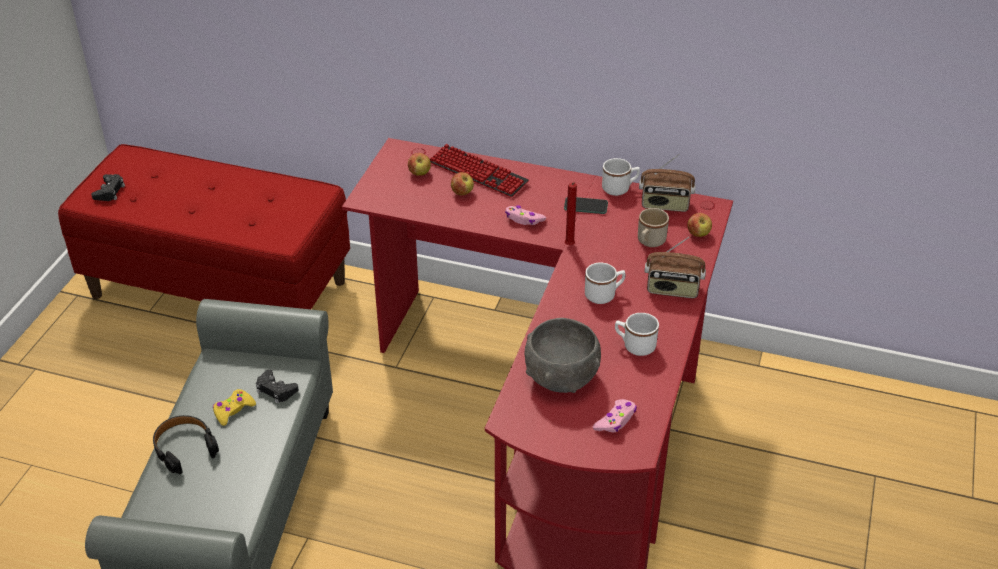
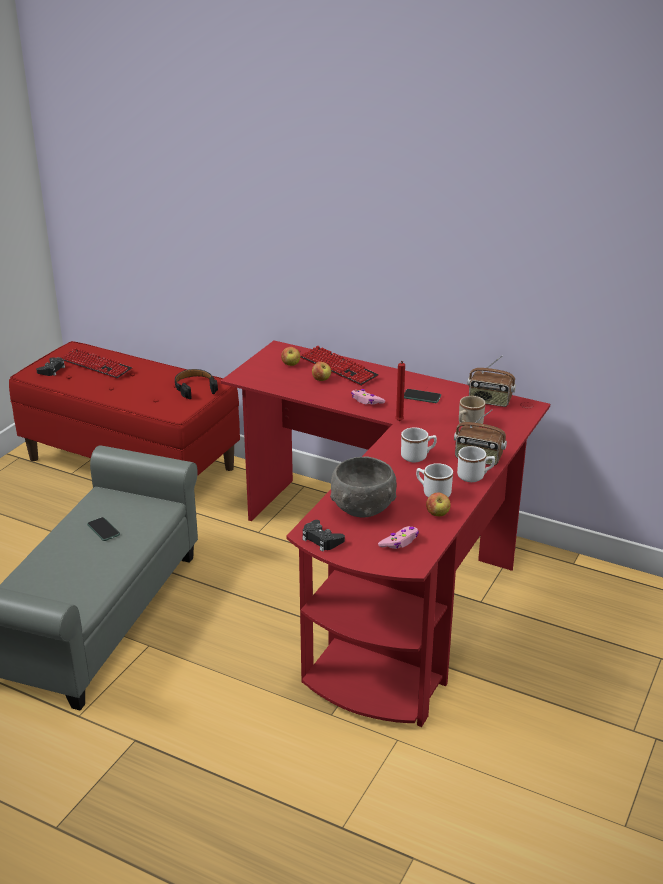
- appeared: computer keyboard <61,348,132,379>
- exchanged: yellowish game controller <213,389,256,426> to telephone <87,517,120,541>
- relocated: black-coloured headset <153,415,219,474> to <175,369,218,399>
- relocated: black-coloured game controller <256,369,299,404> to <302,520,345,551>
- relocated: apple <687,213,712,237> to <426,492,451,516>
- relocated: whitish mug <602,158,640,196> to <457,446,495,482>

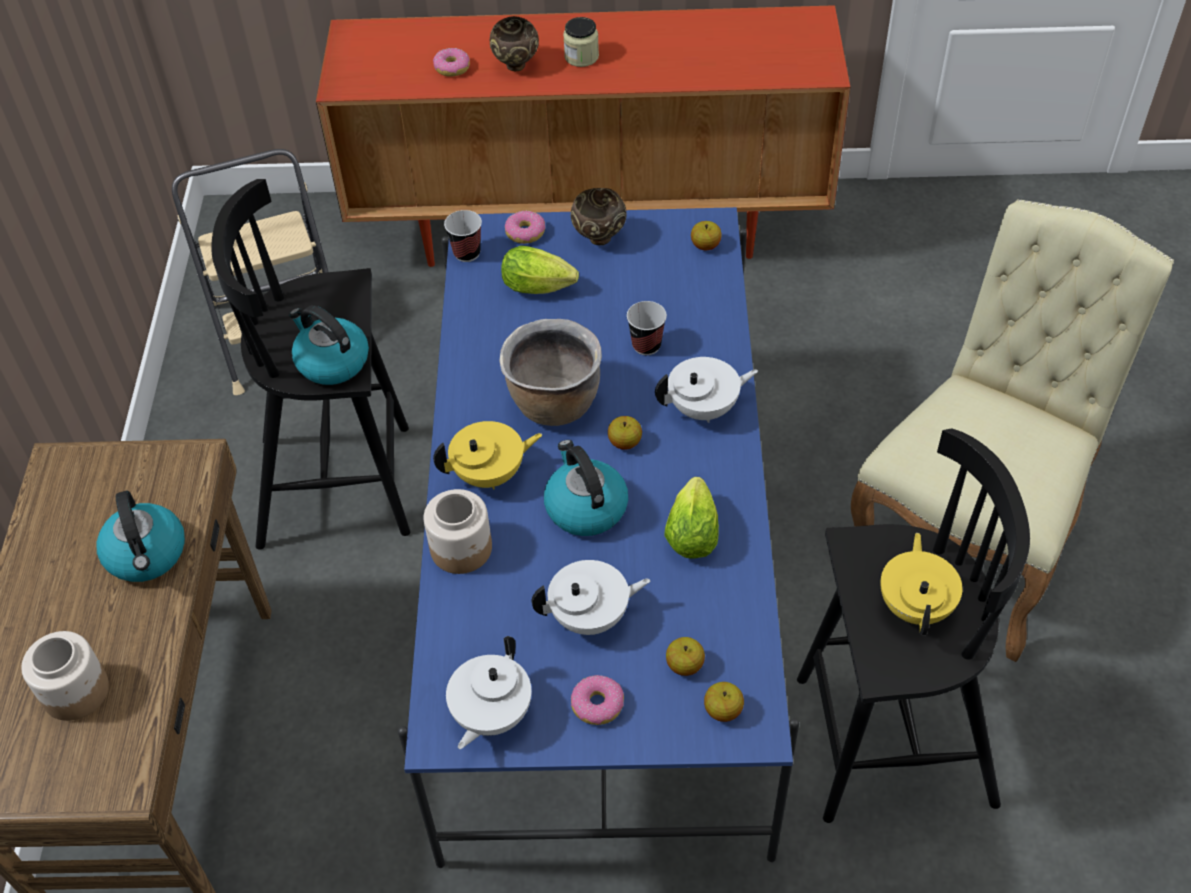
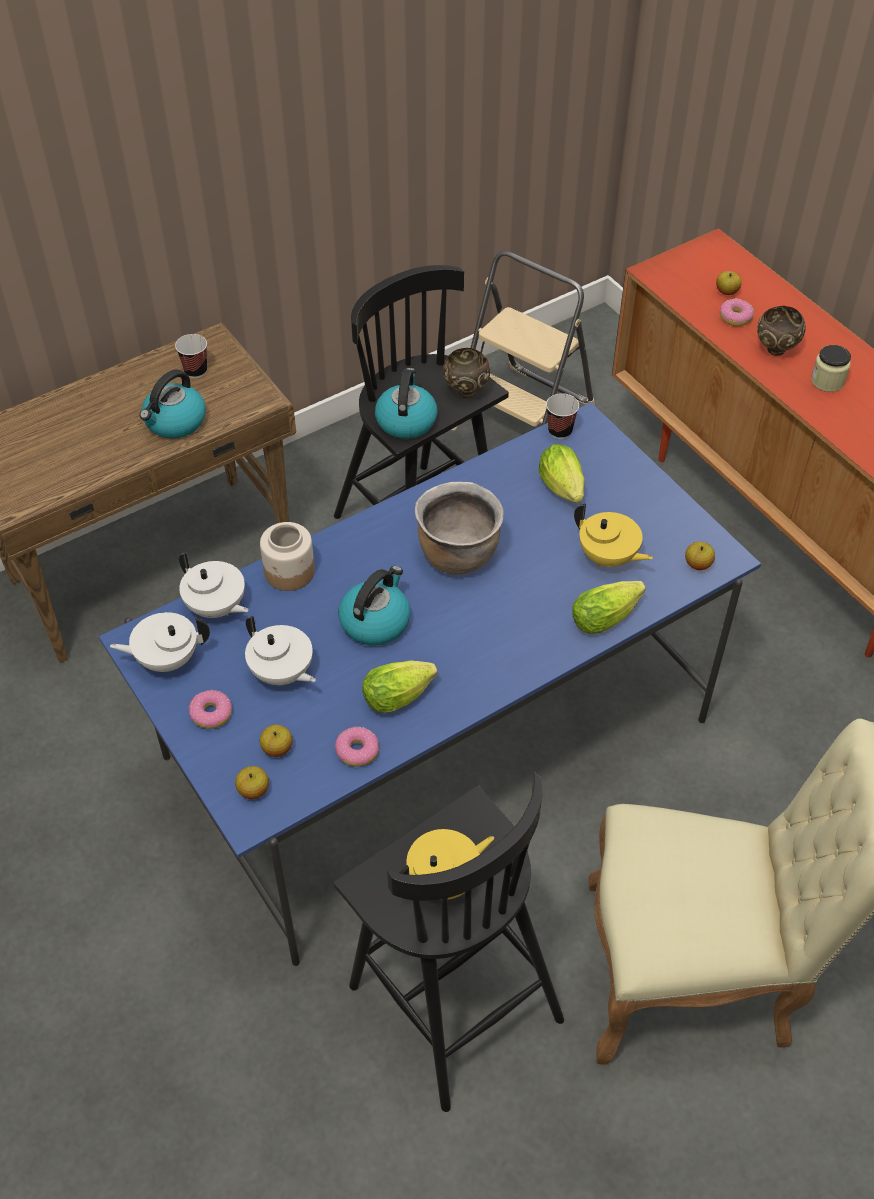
- relocated: cup <627,301,667,355> to <175,334,207,378>
- relocated: whitish teapot <655,357,758,423> to <179,552,248,618>
- relocated: ring doughnut <505,211,545,244> to <335,727,379,767>
- relocated: brownish serving bowl <571,188,627,245> to <443,348,490,398>
- appeared: lettuce head <572,581,646,634>
- relocated: yellowish teapot <433,421,542,489> to <574,504,653,567>
- relocated: apple <608,416,642,450> to <716,271,742,295>
- missing: preserve jar <21,631,109,721>

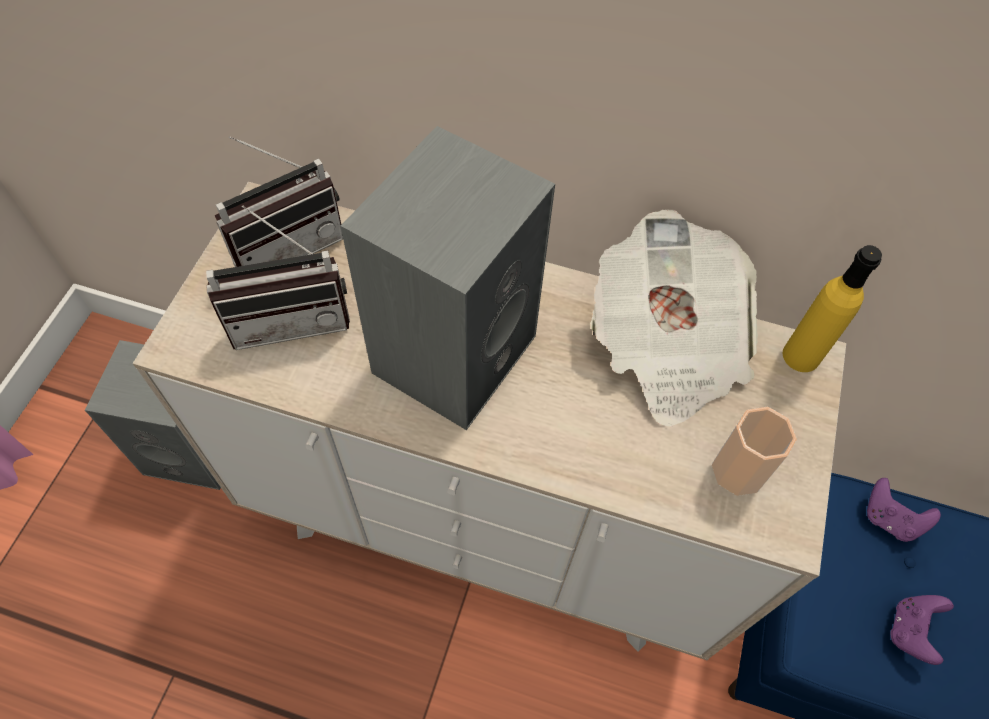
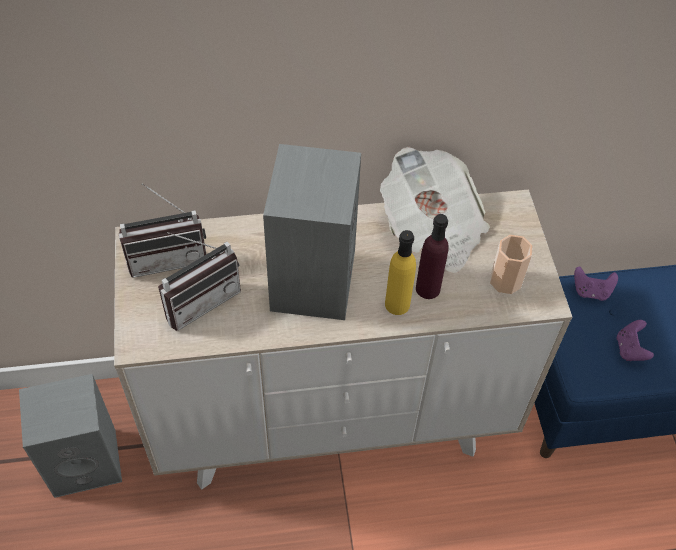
- spun: radio receiver <215,136,343,267> = <119,183,206,278> 45 degrees clockwise
- relocated: yellowish bottle <783,245,882,372> to <385,230,416,315>
- appeared: purple bottle <416,214,448,299>

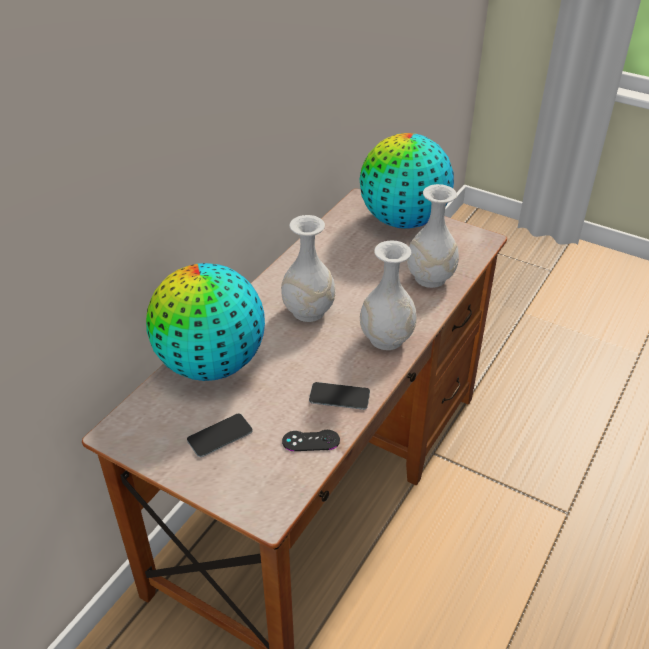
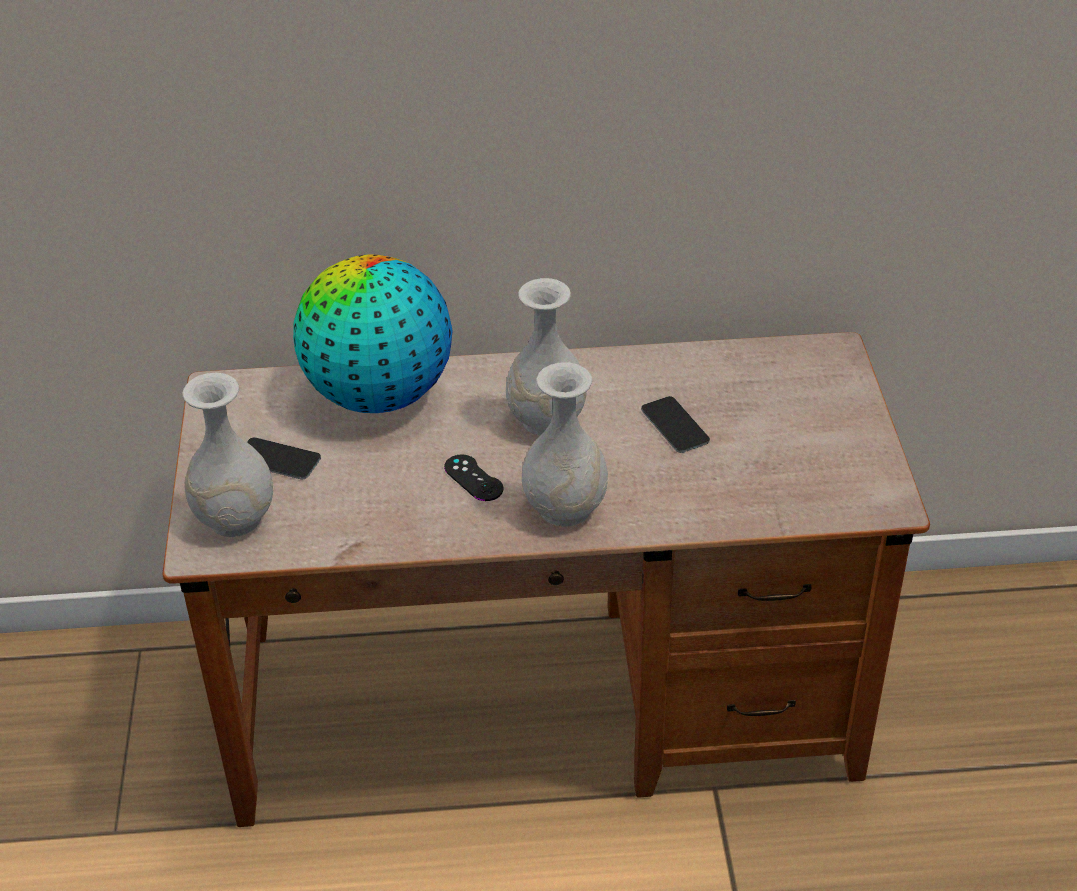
- relocated: whitish flower vase <407,184,459,288> to <183,372,273,537>
- relocated: black-coloured game controller <282,430,340,451> to <444,454,503,501>
- relocated: telephone <309,382,370,410> to <641,396,710,453>
- missing: globe <360,133,454,229>

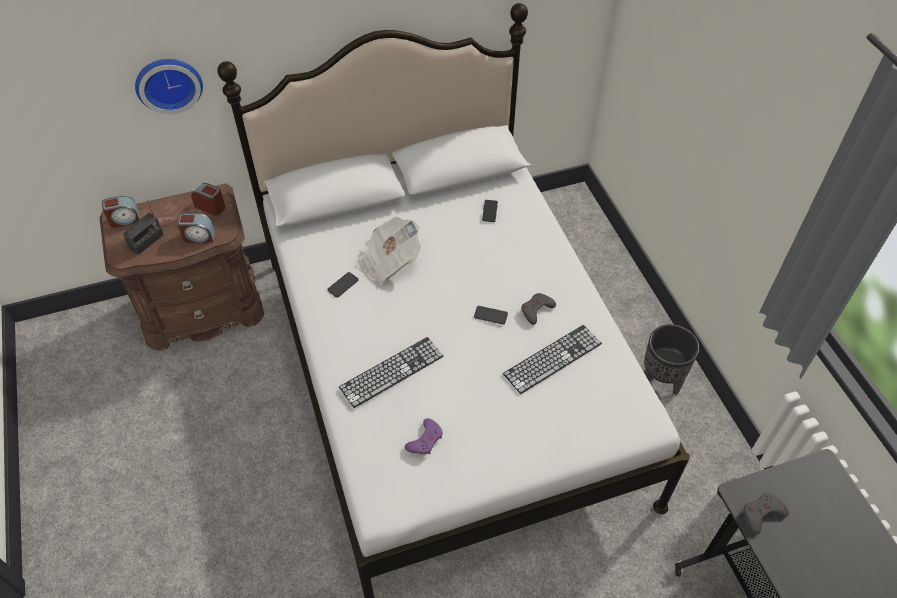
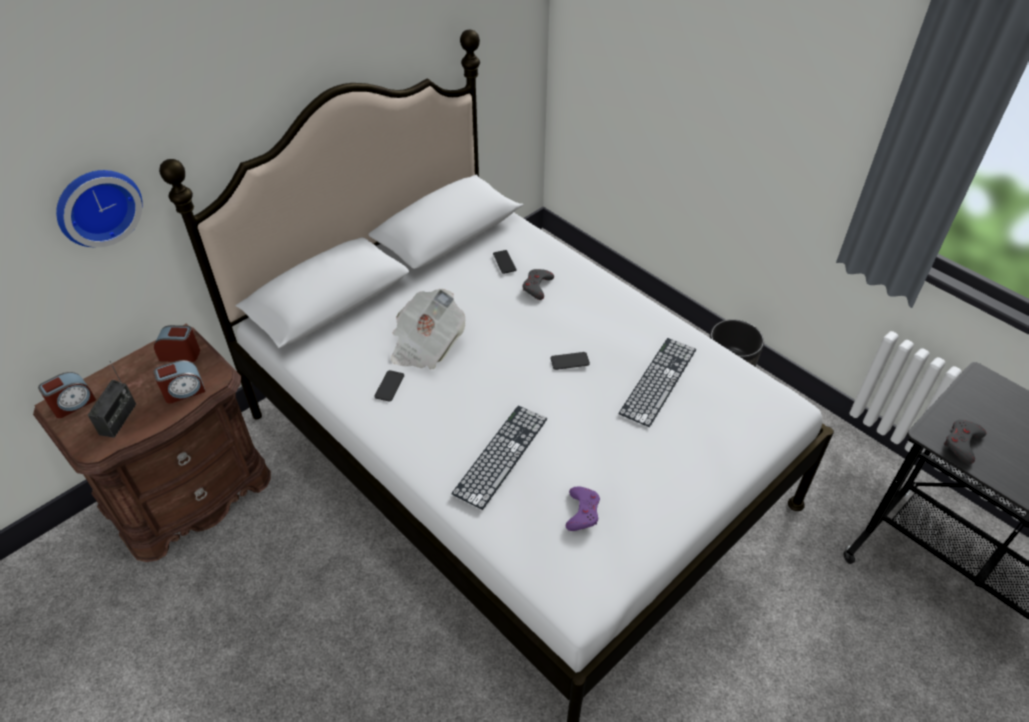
- relocated: greyish game controller <521,293,556,325> to <523,269,554,300>

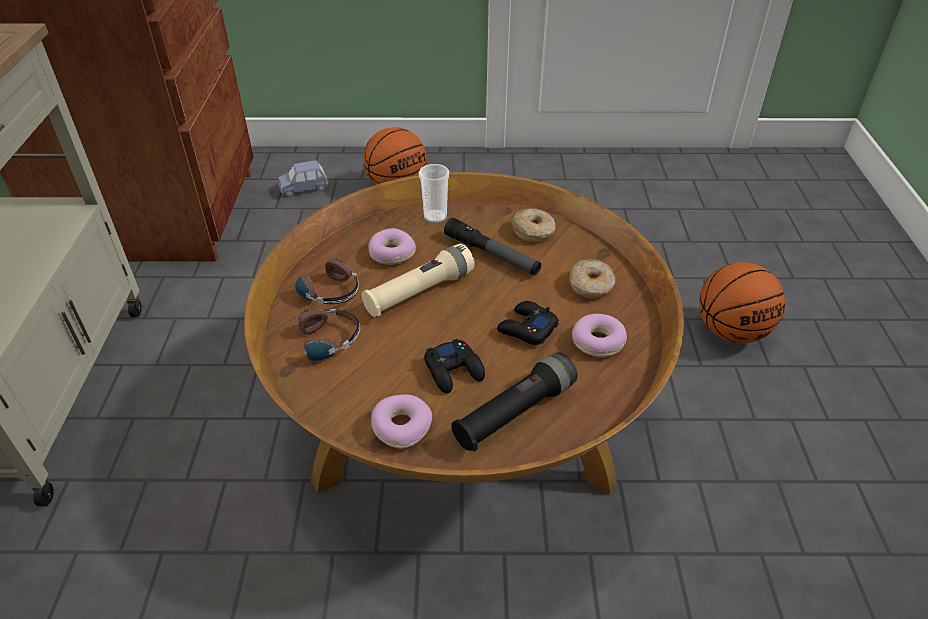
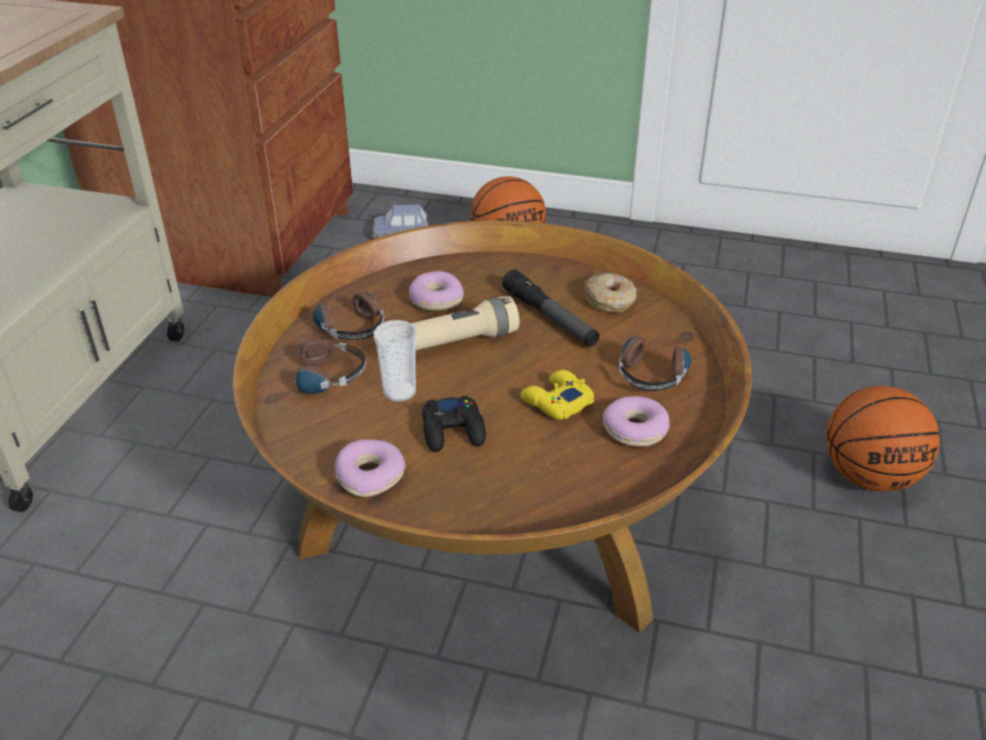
- relocated: cup <419,164,449,223> to <374,320,417,402>
- colour: black-coloured game controller <497,301,559,345> to yellowish game controller <520,370,594,420>
- exchanged: ring doughnut <570,259,616,299> to headset <618,336,692,391>
- missing: black-coloured flashlight <451,352,577,452>

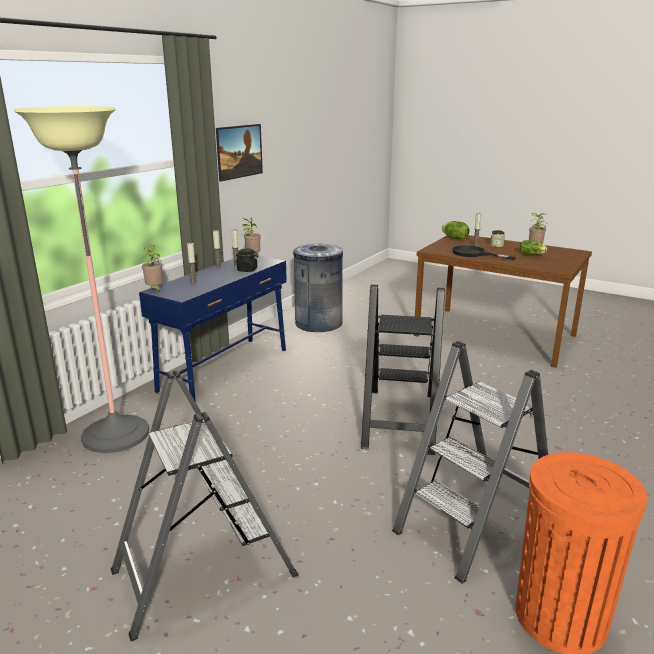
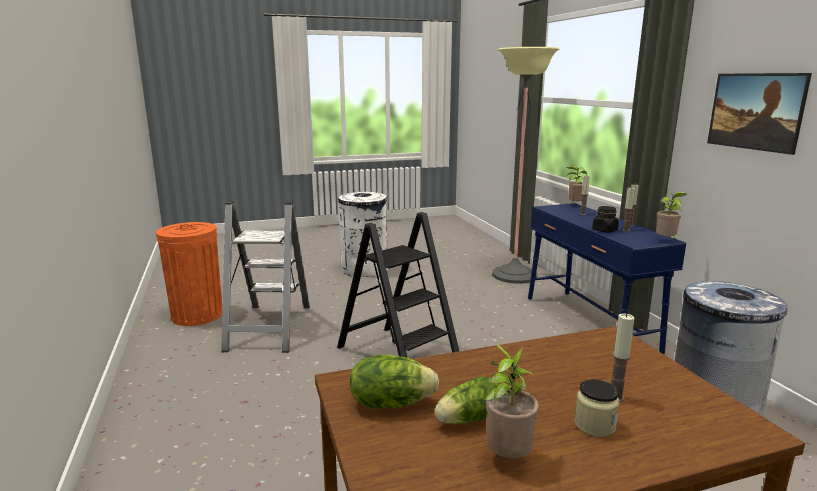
- exchanged: greyish step ladder <111,370,299,641> to whitish rubbish bin <338,192,388,277>
- relocated: lettuce head <442,221,469,239> to <350,354,439,409>
- missing: black-coloured skillet <452,245,516,260>

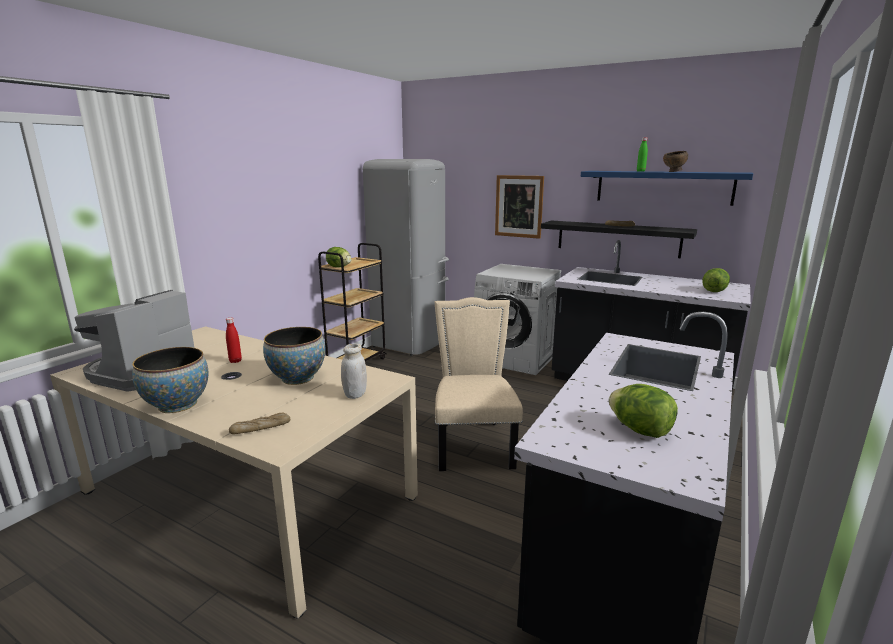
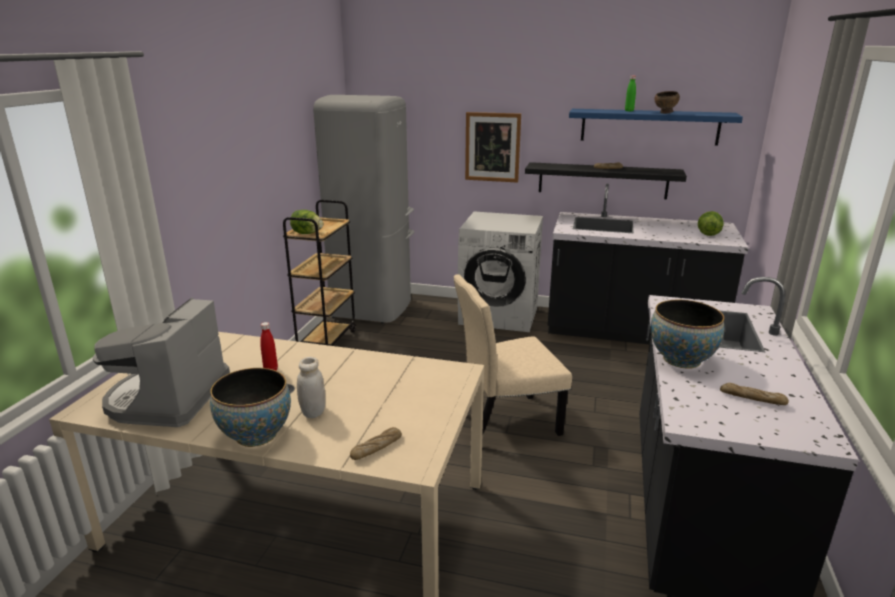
- relocated: whitish preserve jar <341,343,367,399> to <297,357,325,418>
- spun: sand-coloured chair <435,297,523,471> = <454,274,572,436> 90 degrees counterclockwise
- relocated: serving bowl <263,327,325,385> to <651,300,724,369>
- exchanged: lettuce head <609,384,678,438> to bakery bread <720,383,789,405>

